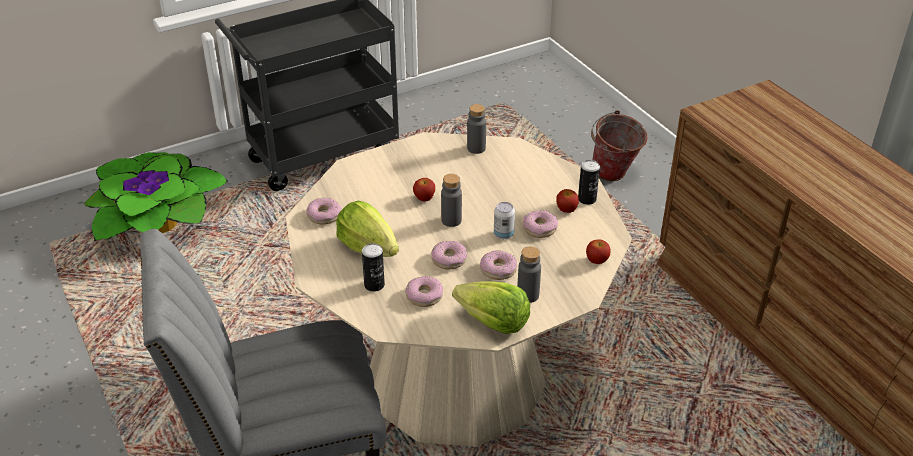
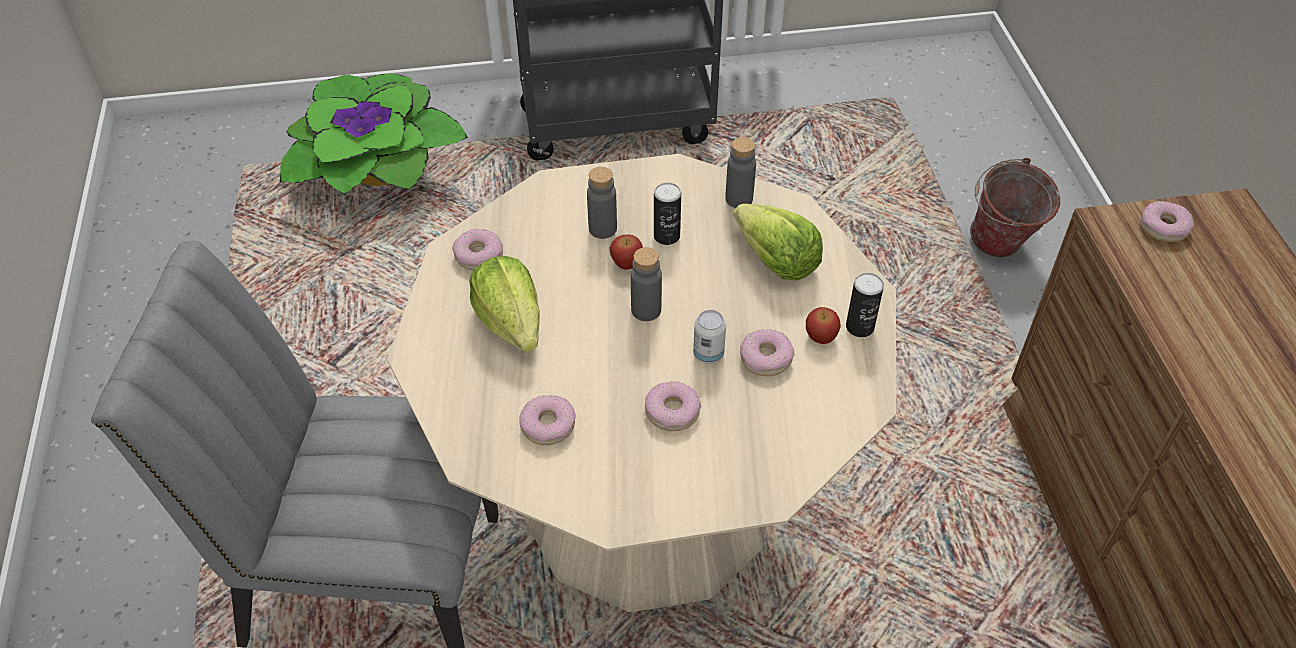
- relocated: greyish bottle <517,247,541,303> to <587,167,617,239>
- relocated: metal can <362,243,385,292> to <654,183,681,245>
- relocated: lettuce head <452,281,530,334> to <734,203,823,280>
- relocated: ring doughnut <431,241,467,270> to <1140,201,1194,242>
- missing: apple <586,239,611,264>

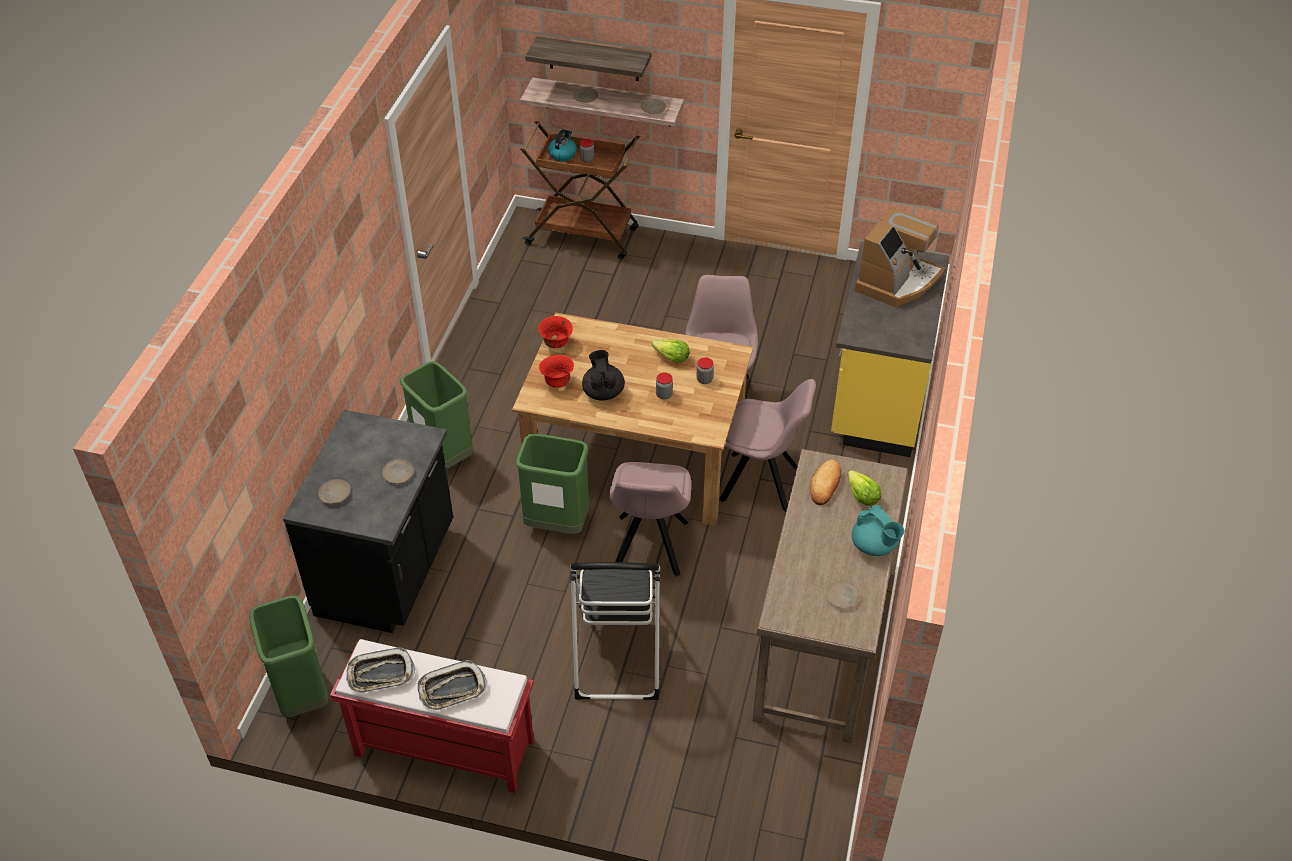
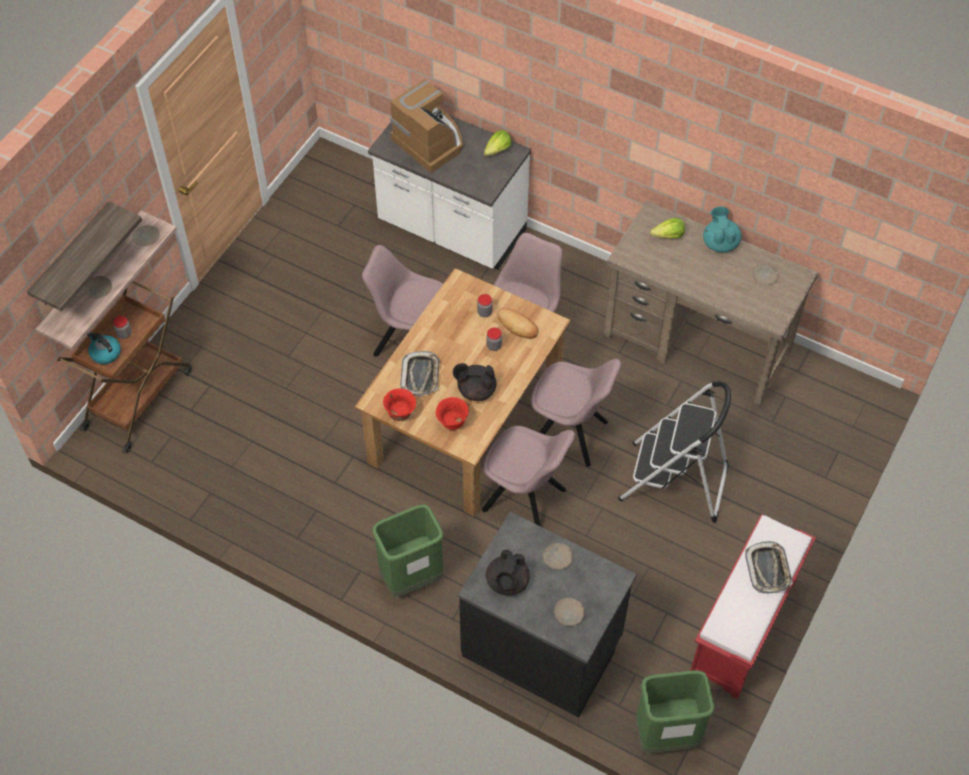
- colour: yellowish counter <831,242,950,457> to whitish counter <368,114,531,269>
- relocated: serving tray <346,648,415,694> to <400,351,439,396>
- exchanged: green rubbish bin <515,434,589,534> to pinkish chair <482,426,575,526>
- relocated: lettuce head <652,340,690,363> to <483,130,512,156>
- appeared: black-coloured teapot <486,549,530,596>
- relocated: bakery bread <810,460,841,505> to <497,308,538,338>
- spun: turquoise teapot <852,505,904,556> = <703,206,741,252> 75 degrees counterclockwise

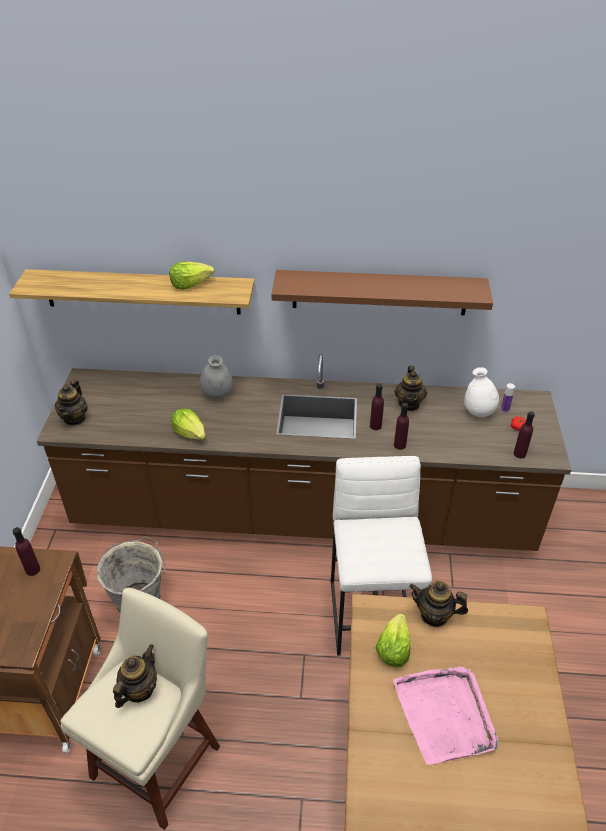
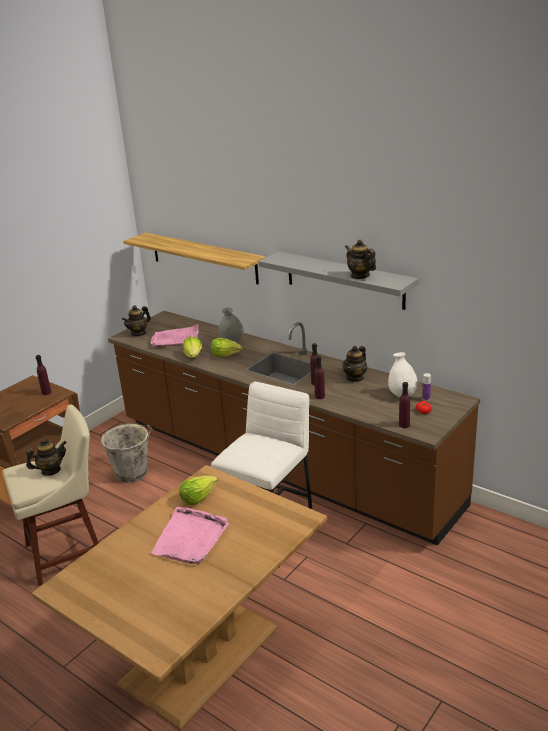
- appeared: pinkish serving tray <151,324,198,348>
- relocated: lettuce head <169,262,215,290> to <211,338,242,356>
- colour: brownish wall shelf <271,270,493,315> to greyish wall shelf <258,251,418,310>
- relocated: teapot <409,581,468,627> to <345,239,376,279>

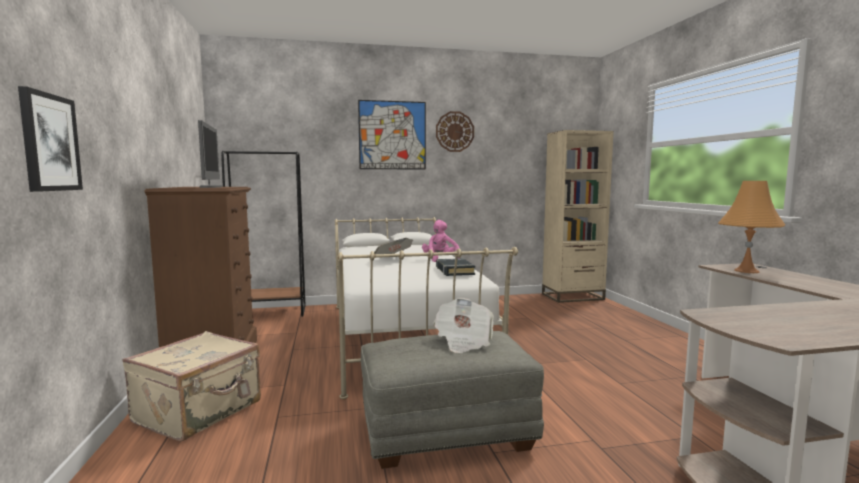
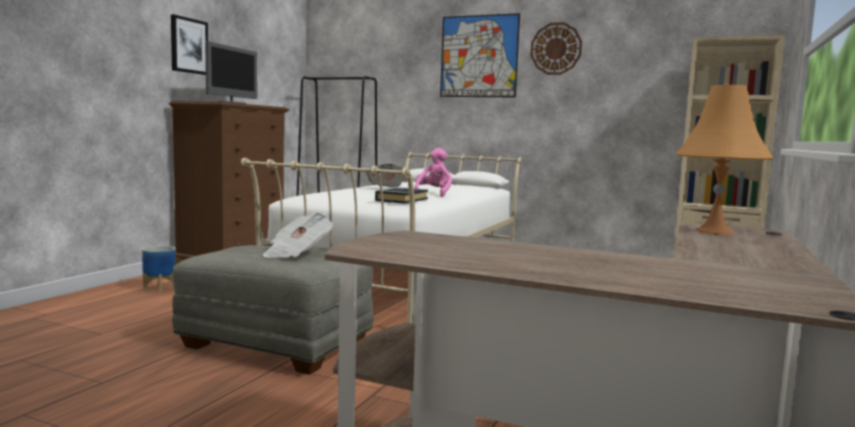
- exchanged: sand-coloured travel case <122,331,261,442> to plant pot <142,246,176,293>
- relocated: wall art <18,86,83,192> to <171,14,208,75>

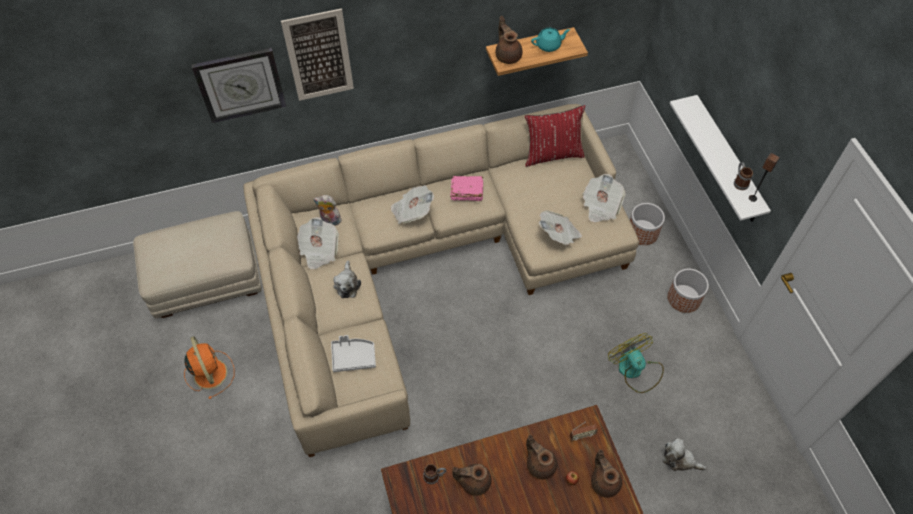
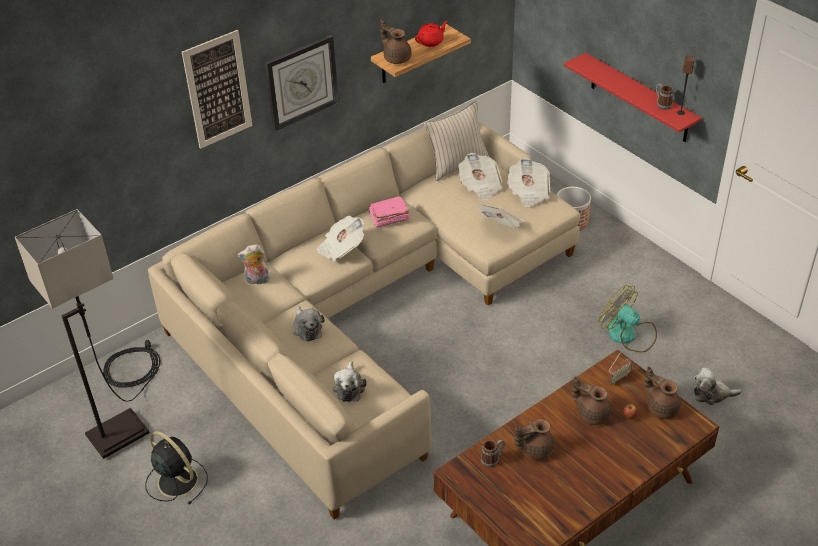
- exchanged: sand-coloured footrest <133,211,262,318> to standing lamp <15,209,161,459>
- colour: orangey electric fan <184,336,234,399> to black-coloured electric fan <145,431,208,505>
- relocated: clock on the wall <191,48,286,123> to <264,35,339,131>
- exchanged: greyish serving tray <331,335,376,372> to plush toy <333,361,367,402>
- colour: turquoise teapot <531,28,570,52> to red-coloured teapot <415,21,448,47>
- colour: red-coloured cushion <525,105,585,167> to sand-coloured cushion <424,101,489,181>
- relocated: printed paper <297,217,339,270> to <459,153,503,201>
- colour: whitish wall shelf <669,95,771,222> to red-coloured wall shelf <564,53,702,142>
- missing: plant pot <668,269,709,313>

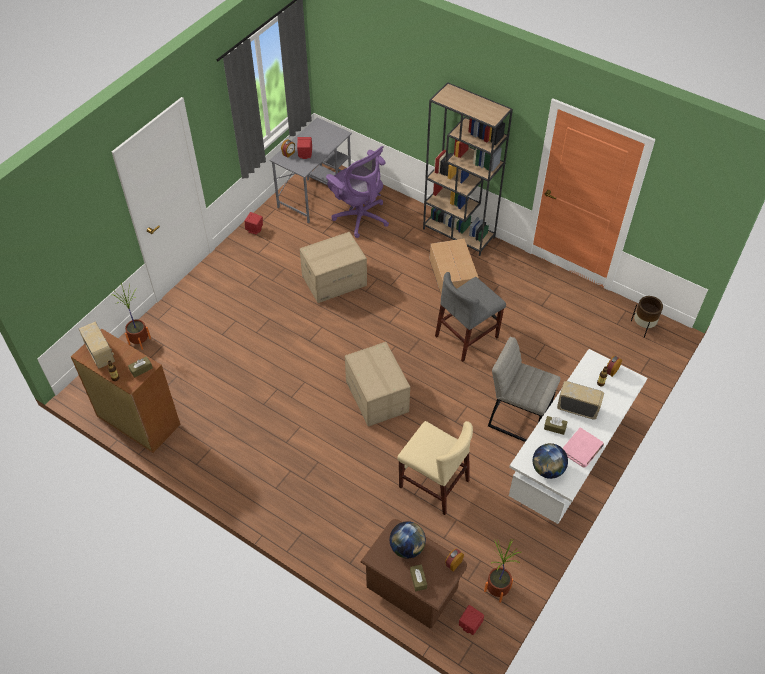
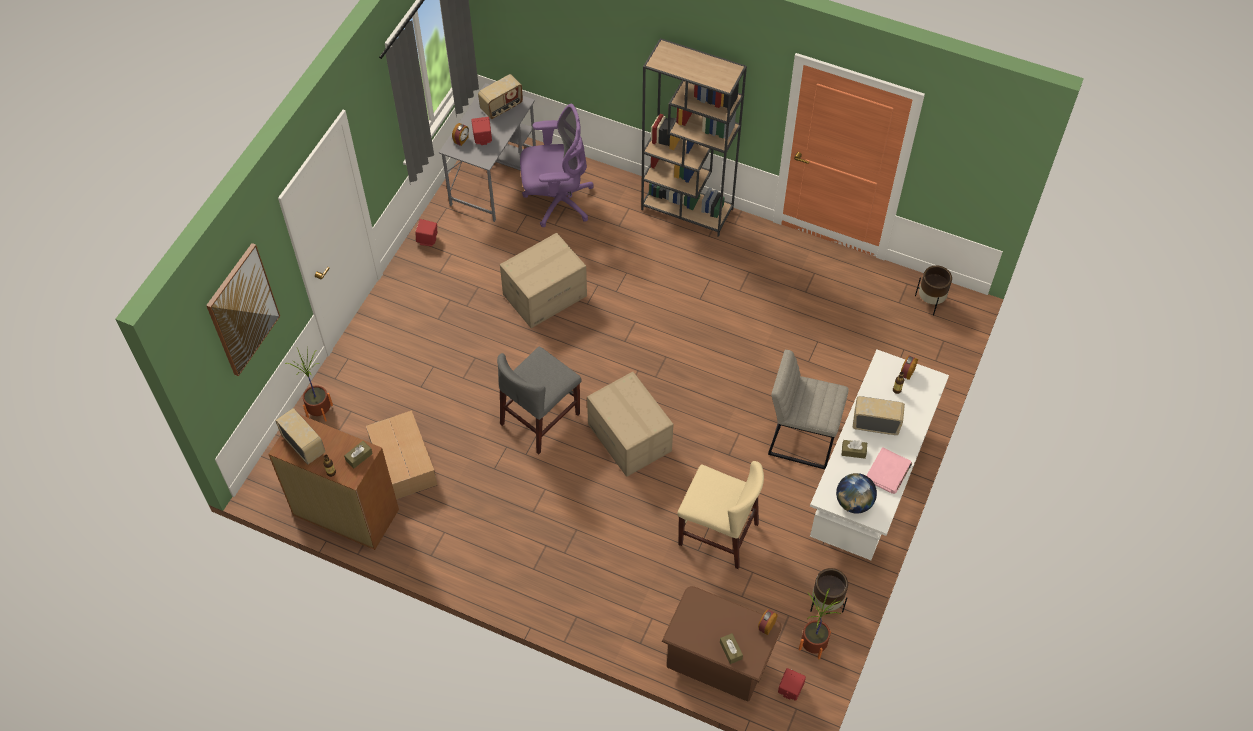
- appeared: wall art <206,243,280,376>
- relocated: cardboard box <430,239,479,294> to <366,410,438,499>
- appeared: radio receiver <478,74,523,119>
- relocated: greyish chair <435,272,506,362> to <497,347,582,454>
- spun: purple computer chair <326,146,389,238> = <520,104,593,227> 45 degrees counterclockwise
- appeared: brownish plant pot <810,568,848,612>
- missing: globe <390,521,426,558>

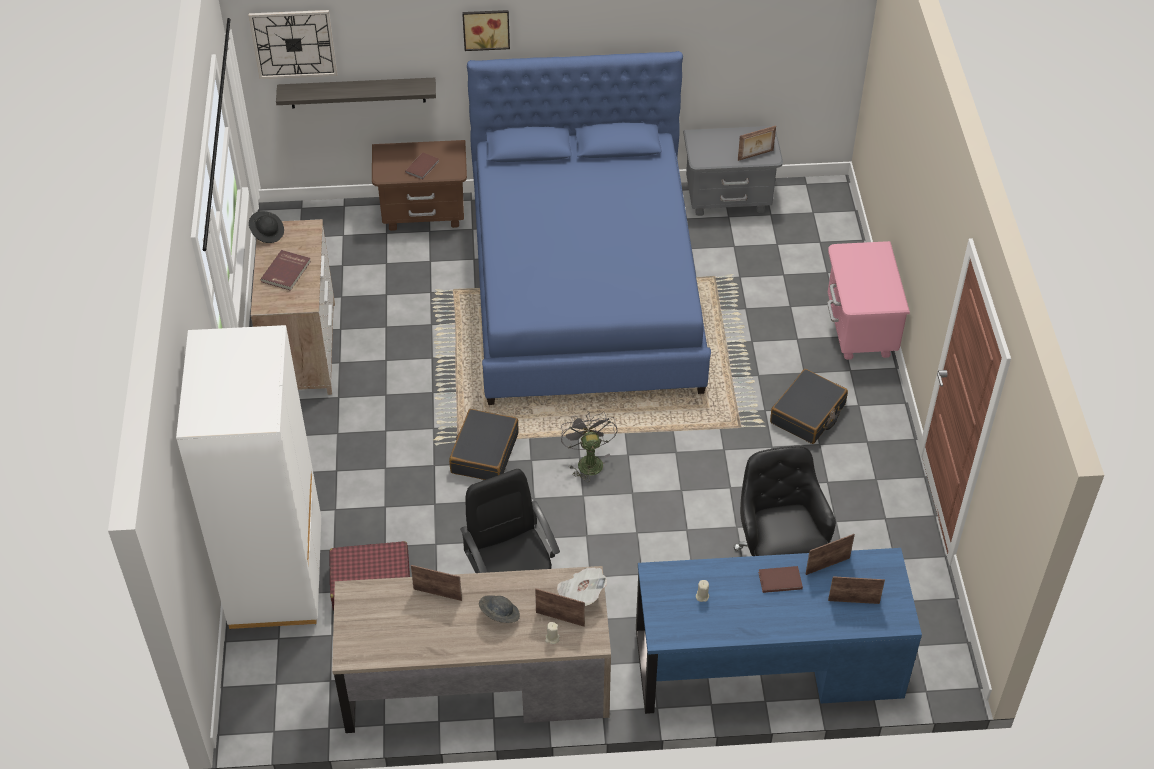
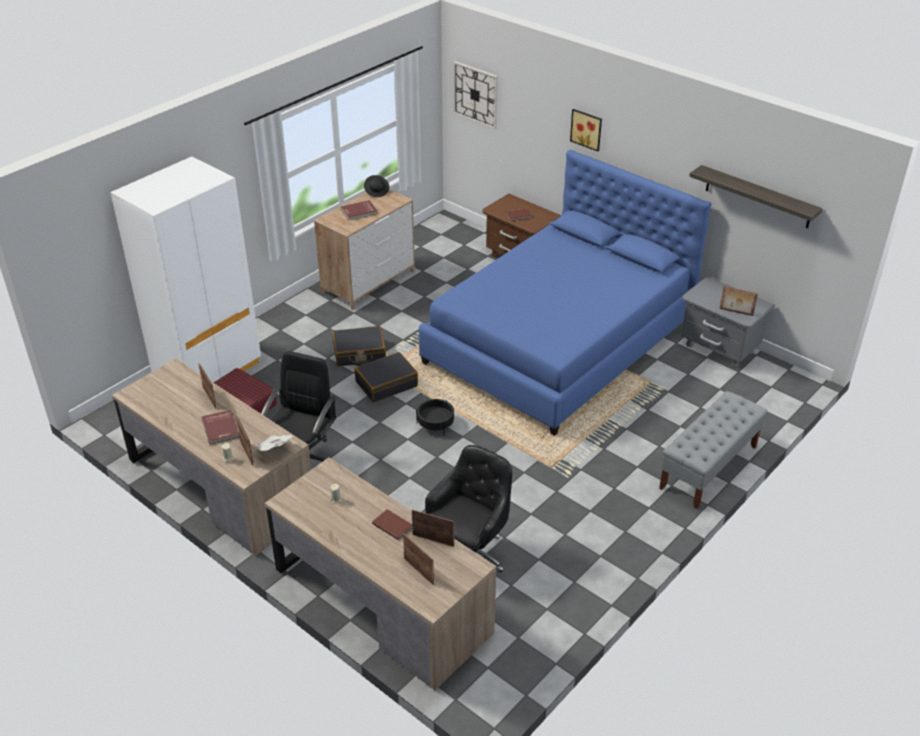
- exchanged: greyish wearable hat <479,595,520,623> to red-coloured volume <201,410,239,445>
- colour: blue-coloured desk unit <636,548,922,714> to brownish desk unit <265,457,497,690>
- relocated: black-coloured travel case <770,369,848,444> to <332,326,386,366>
- exchanged: greyish electric fan <561,412,618,482> to black-coloured plant pot <416,399,454,436>
- exchanged: pinkish nightstand <827,241,910,360> to greyish long seat <659,391,767,509>
- relocated: wall shelf <276,78,436,108> to <689,165,823,228>

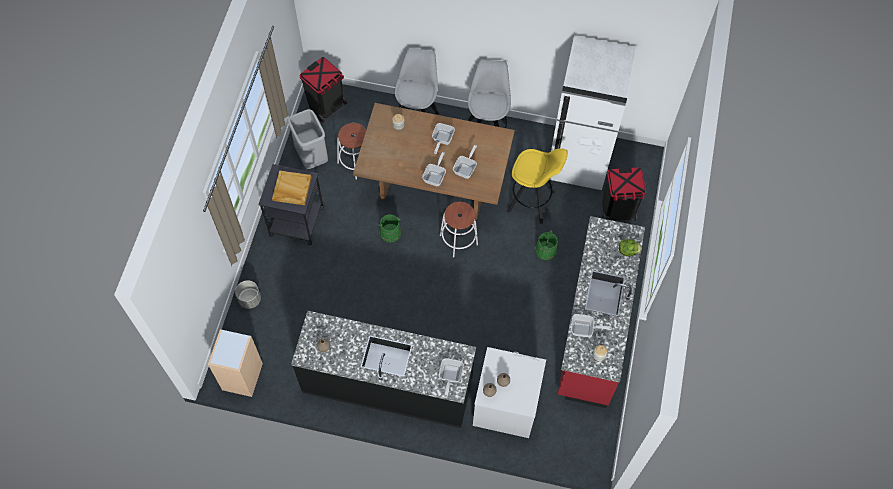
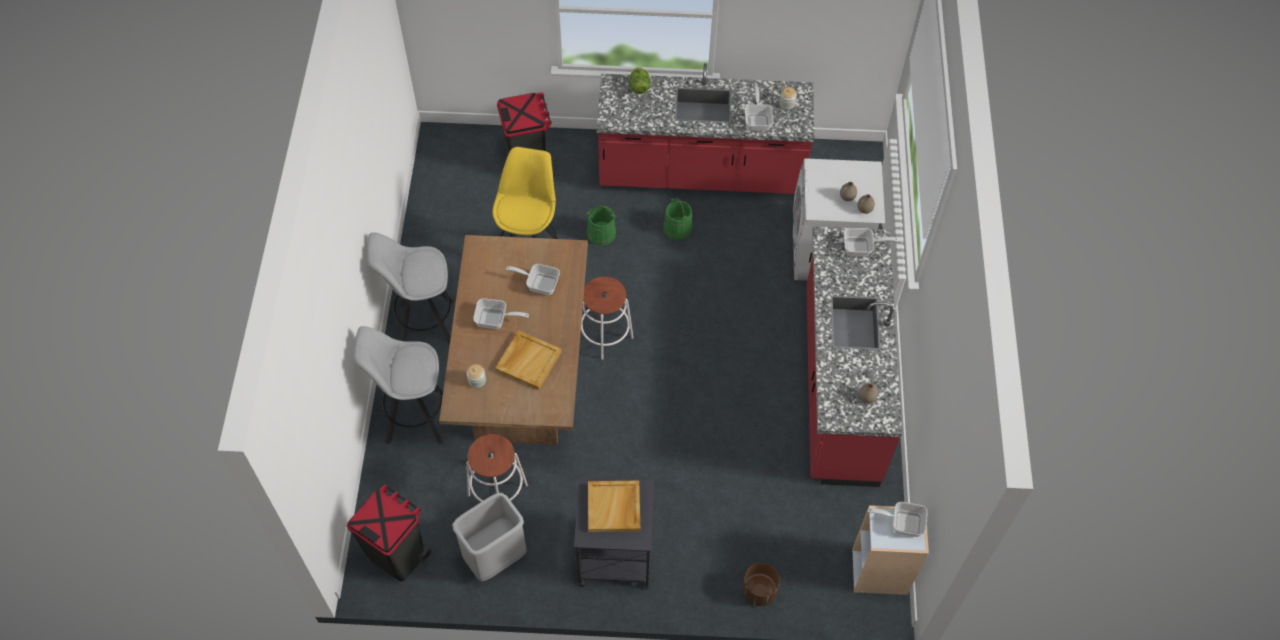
- appeared: sand-coloured serving tray <495,330,561,390>
- relocated: green bucket <379,215,401,243> to <664,198,693,241>
- colour: greyish plant pot <235,280,261,309> to brownish plant pot <742,563,780,606>
- colour: black-coloured counter <291,311,476,428> to red-coloured counter <806,226,902,487>
- relocated: skillet <422,152,446,186> to <868,502,928,537>
- missing: whitish fridge <549,35,636,190>

